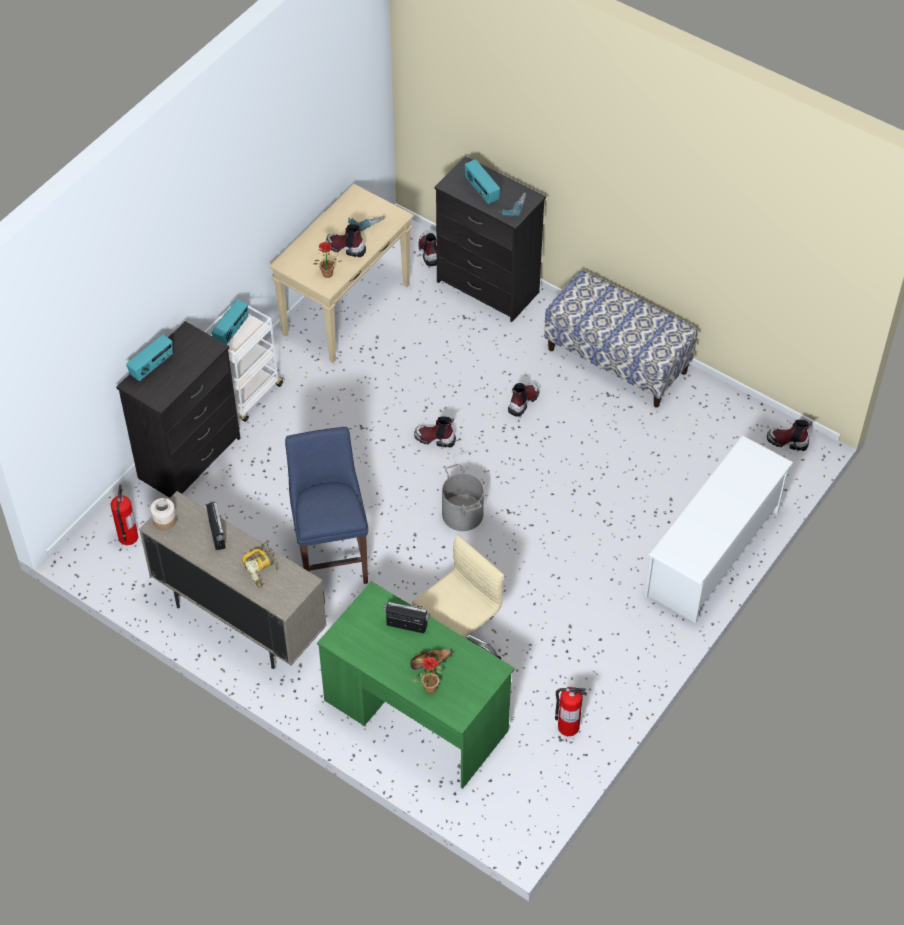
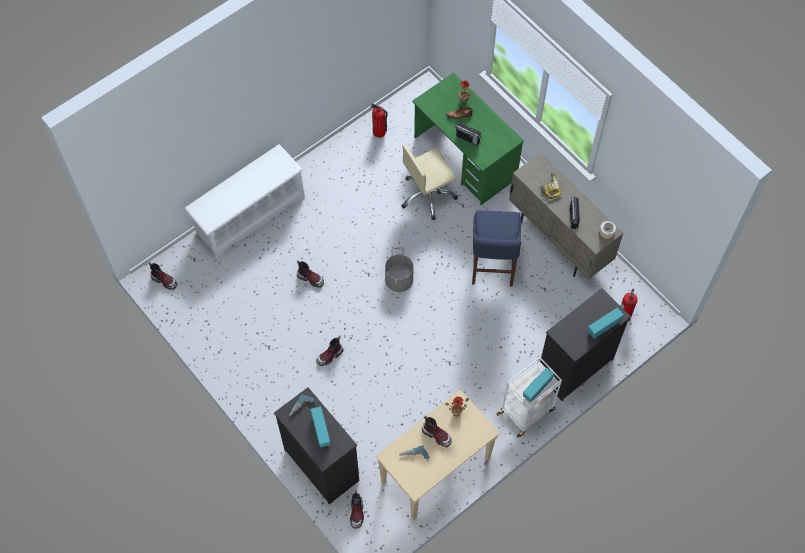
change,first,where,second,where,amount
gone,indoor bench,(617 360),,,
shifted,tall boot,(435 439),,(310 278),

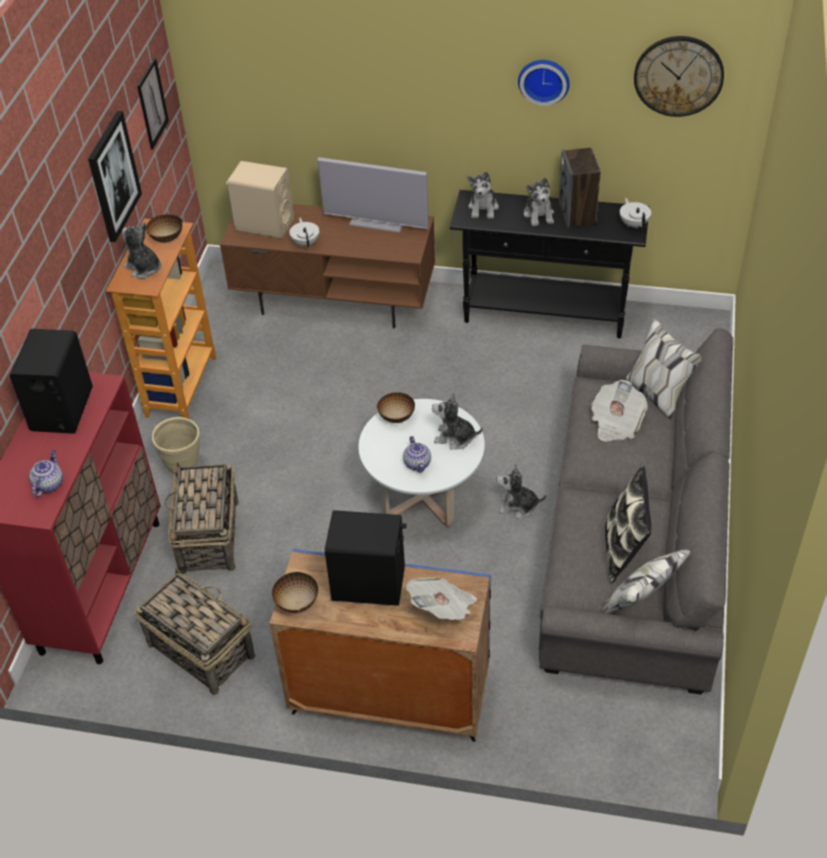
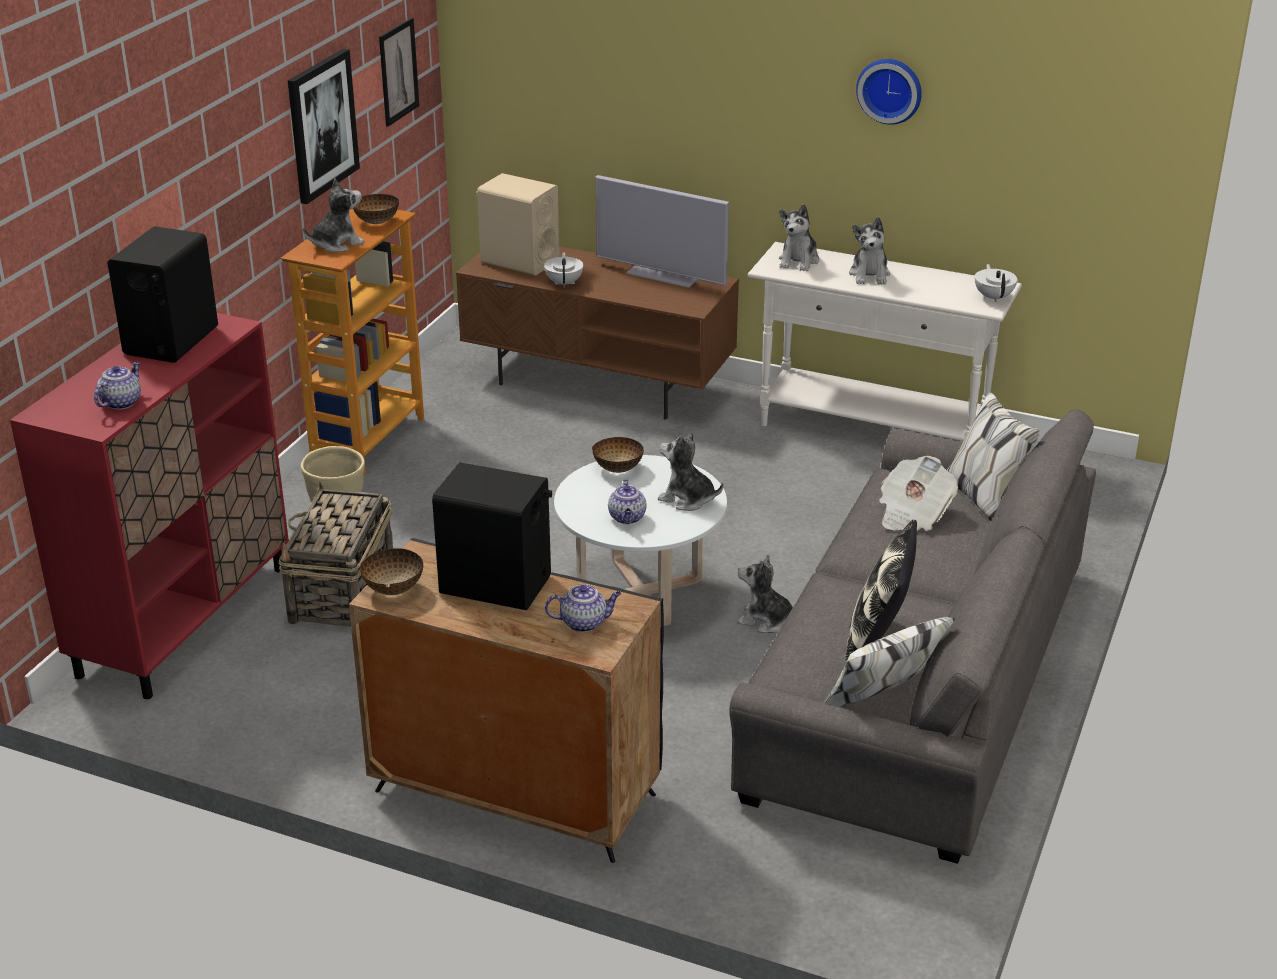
change,first,where,second,where,amount
gone,household basket,(200 649),,,
gone,audio speaker,(577 214),,,
gone,hanging clock,(678 75),,,
swapped,daily paper,(443 608),teapot,(584 622),
repainted,bluish cupboard,(388 695),black-coloured cupboard,(513 792),
repainted,black-coloured hall table,(545 314),whitish hall table,(873 430),
rotated,plush toy,(144 268),,(336 244),90 degrees clockwise

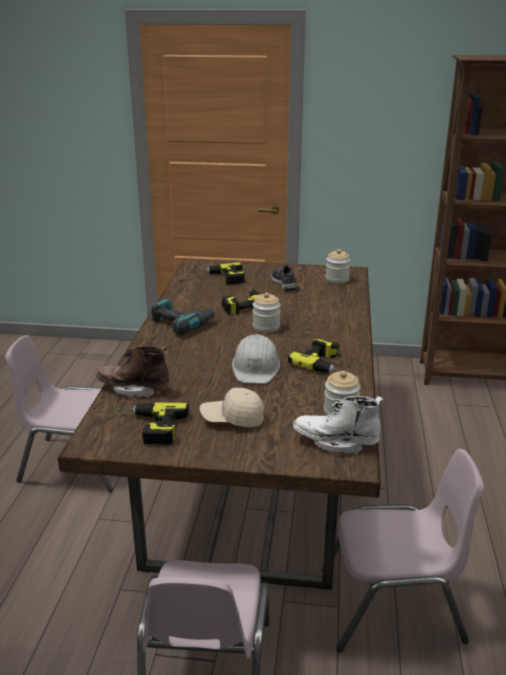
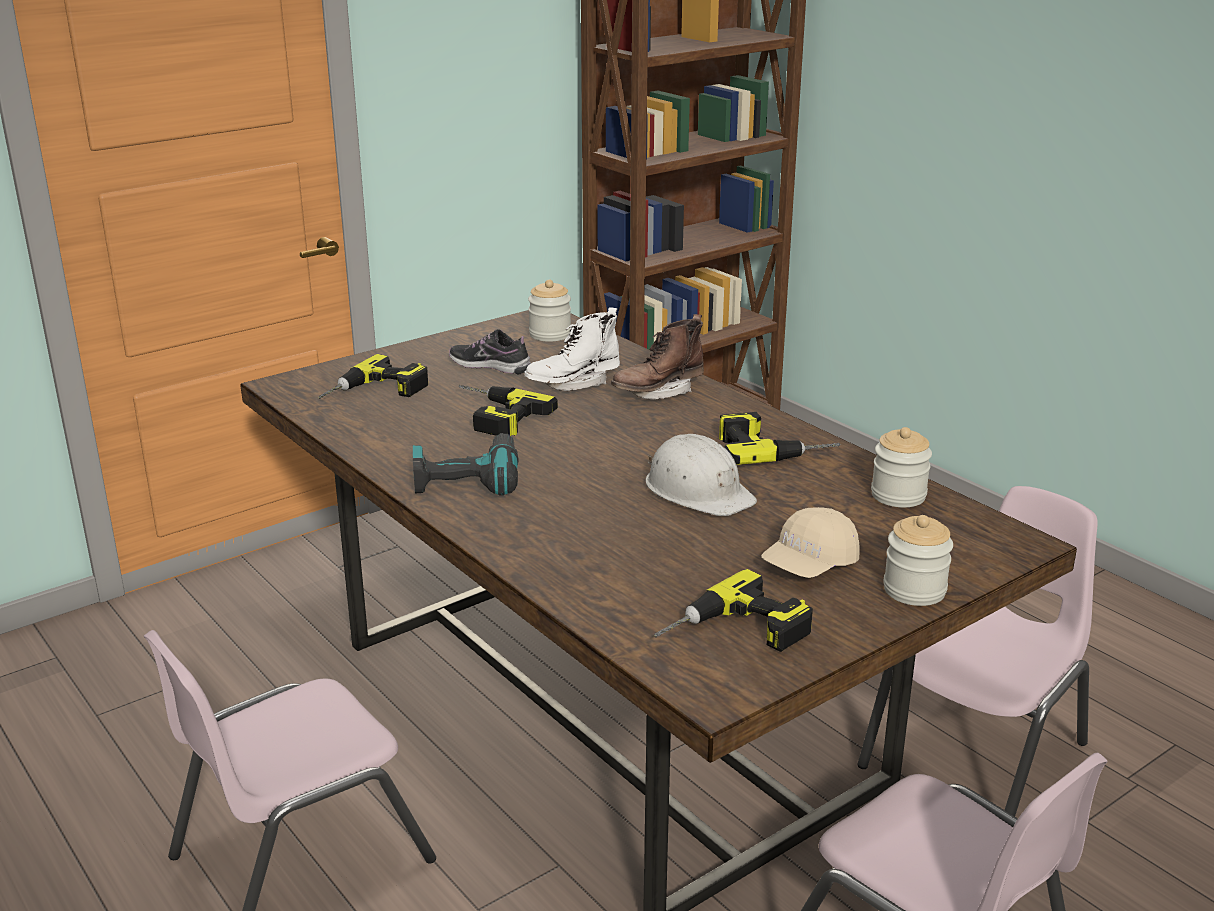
change,first,where,second,where,amount
shifted,brown-coloured tall boot,(134 389),,(658 392),
shifted,preserve jar,(266 327),,(914 590),
shifted,whitish tall boot,(336 442),,(573 383),

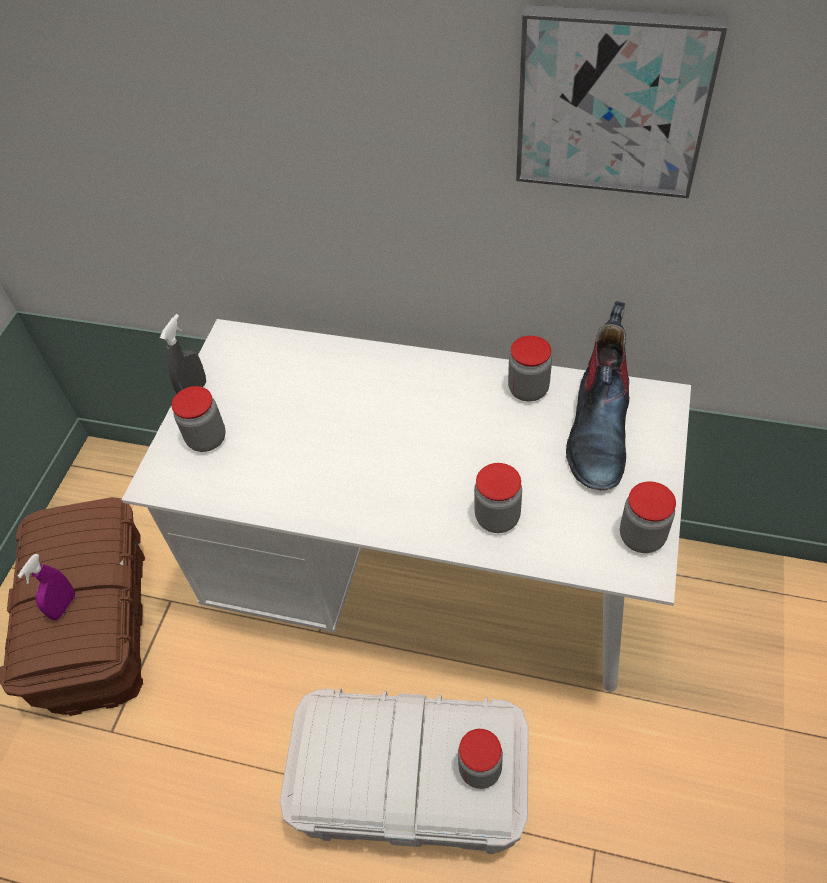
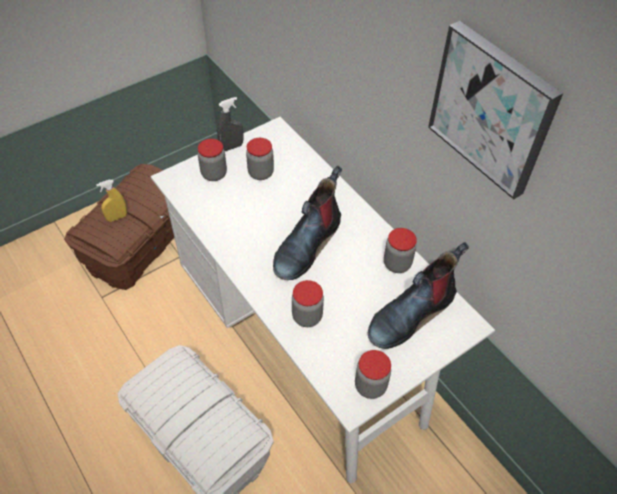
change,first,where,second,where,amount
new,,,tall boot,(307 244),
shifted,preserve jar,(480 769),,(261 173),
repainted,purplish spray bottle,(63 606),yellow-coloured spray bottle,(117 217),

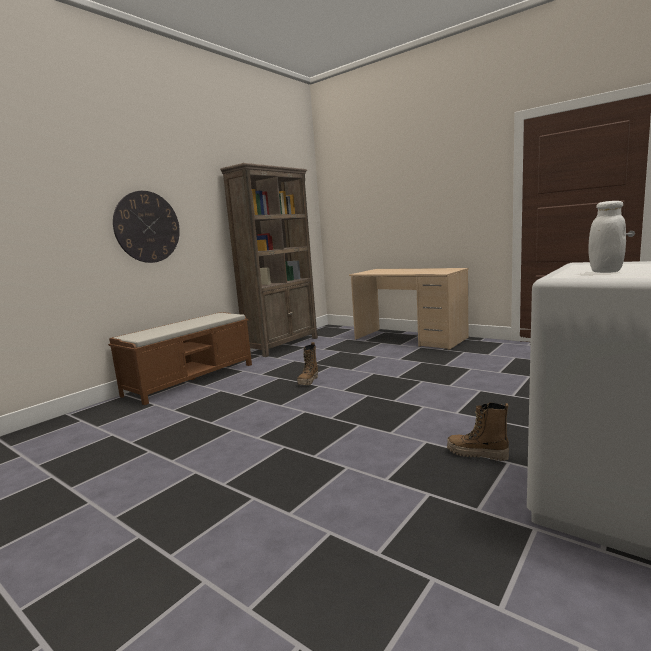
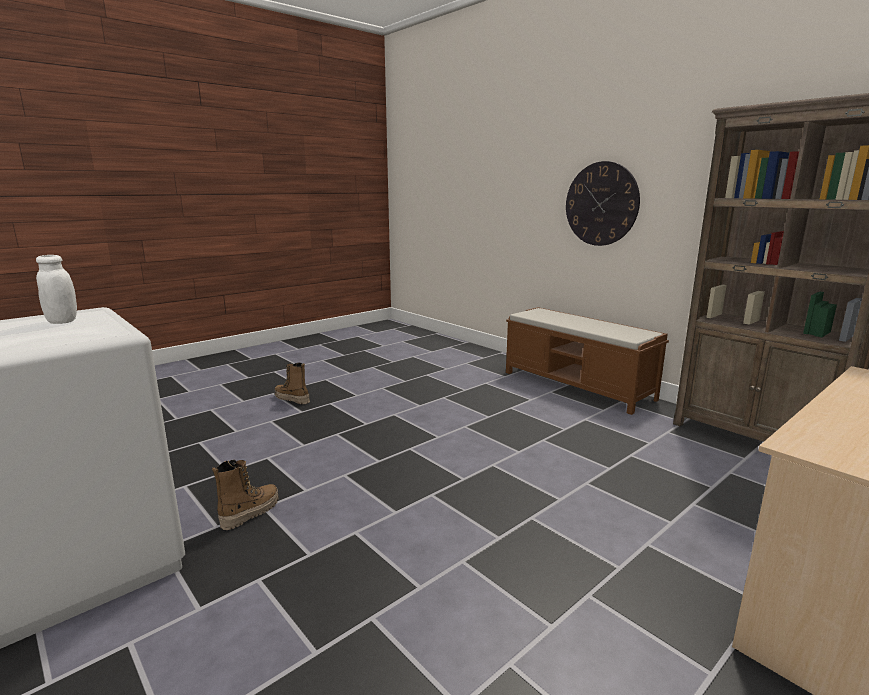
change,first,where,second,where,amount
shifted,tall boot,(308 381),,(292 399),

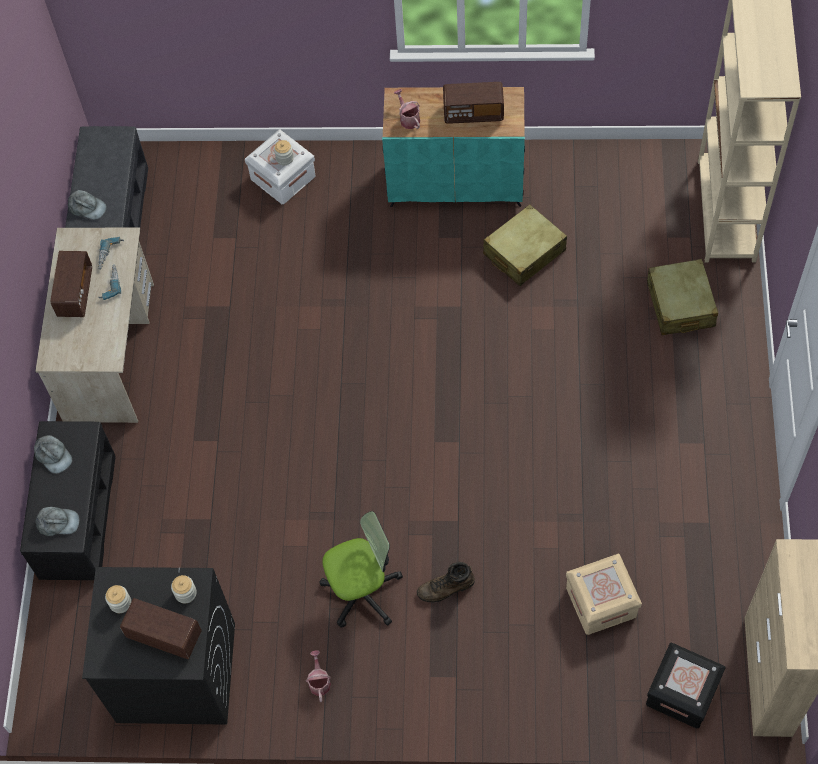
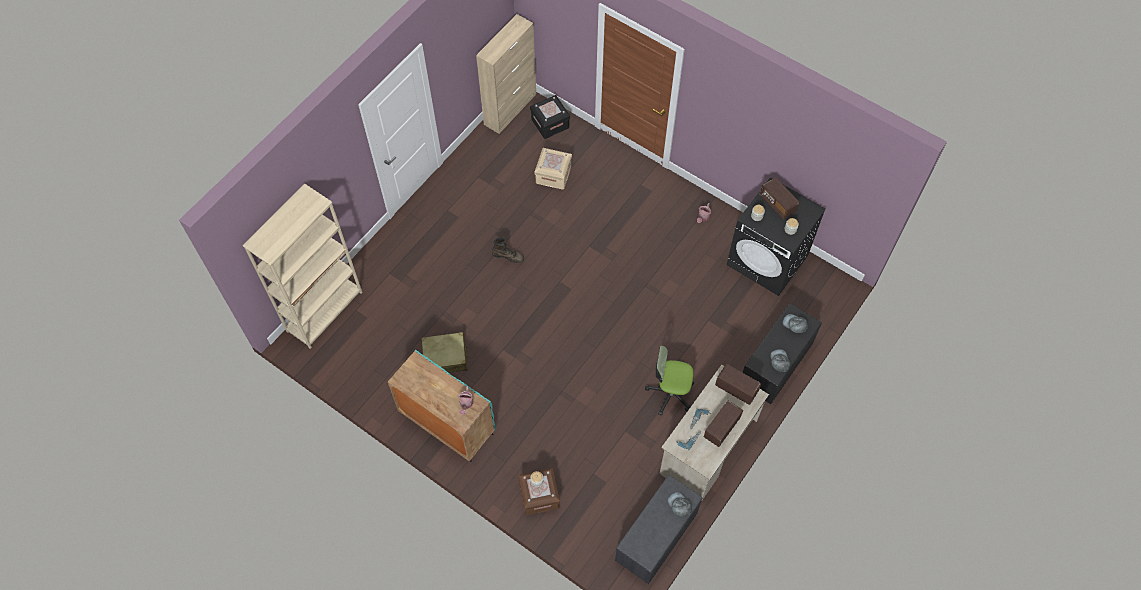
change,first,where,second,where,amount
gone,beige-coloured piece of luggage,(680 305),,,
shifted,office chair,(362 591),,(670 393),
shifted,brown-coloured tall boot,(446 589),,(508 256),
shifted,radio receiver,(473 113),,(736 389),
repainted,whitish storage bin,(283 177),brown-coloured storage bin,(539 496),

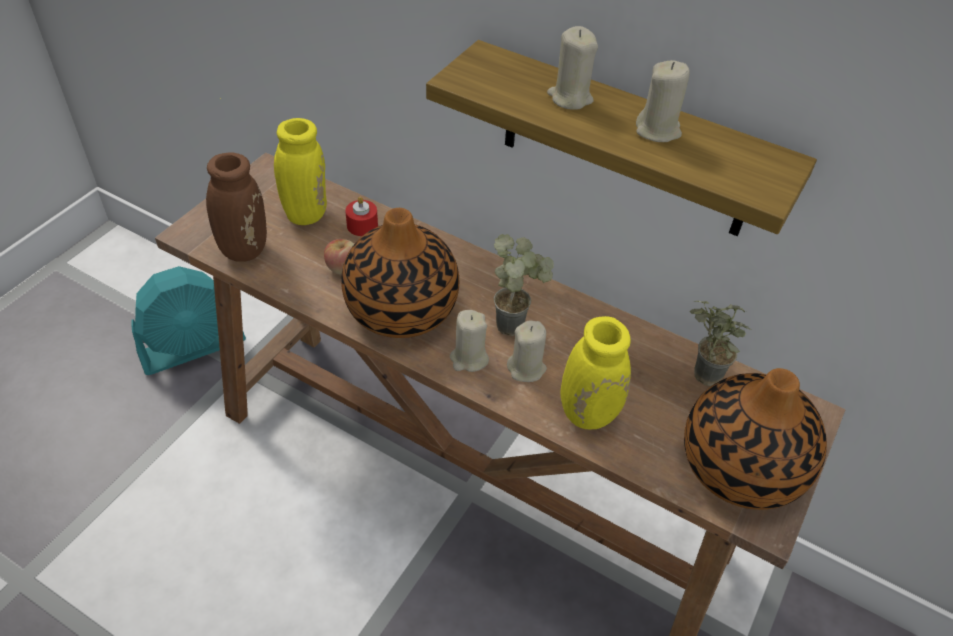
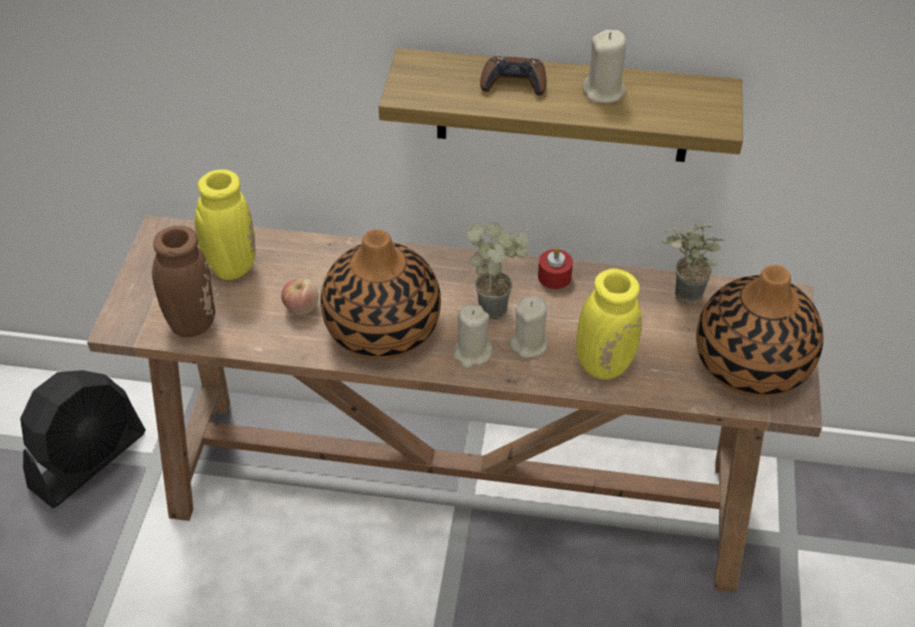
change,first,where,second,where,amount
shifted,reddish wax candle,(362 225),,(554 276),
swapped,beige-coloured wax candle,(570 97),brown-coloured joypad,(513 82),
repainted,turquoise-coloured cooling fan,(193 347),black-coloured cooling fan,(89 460),

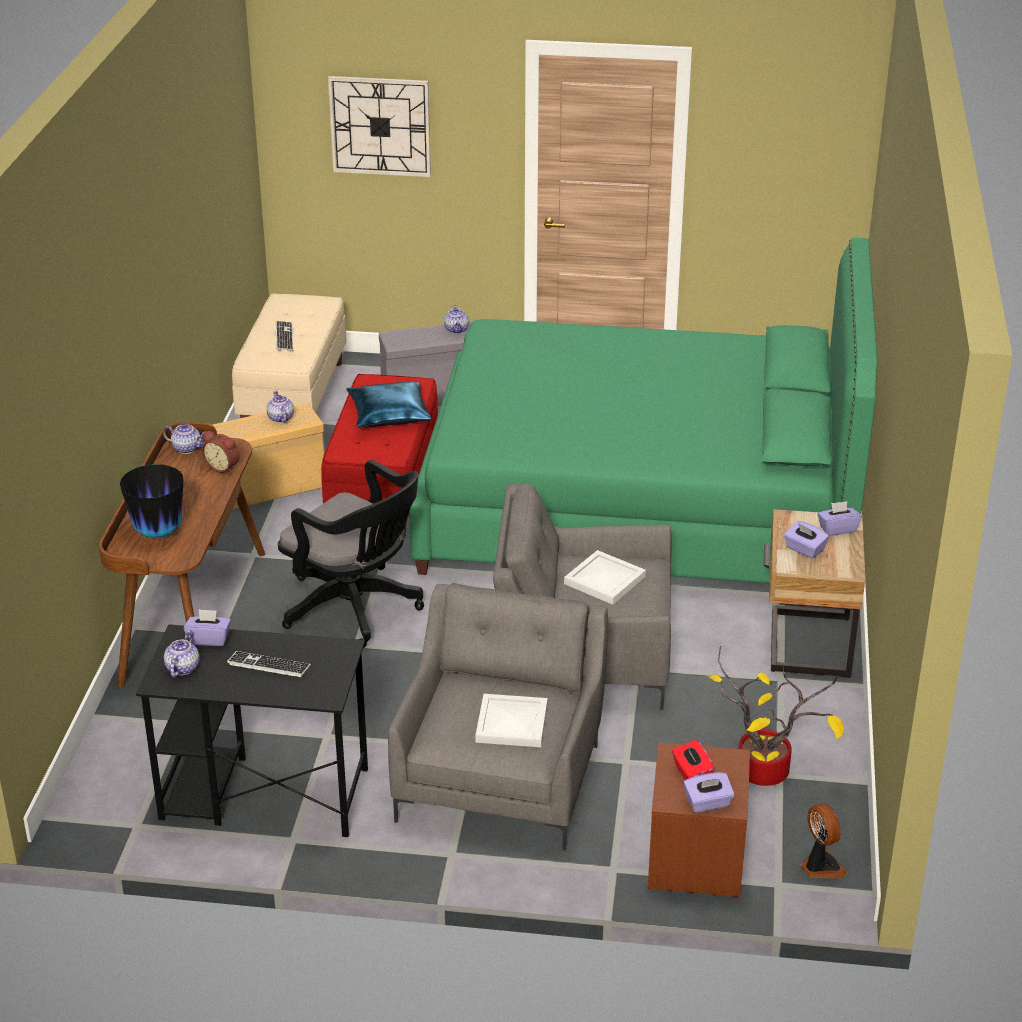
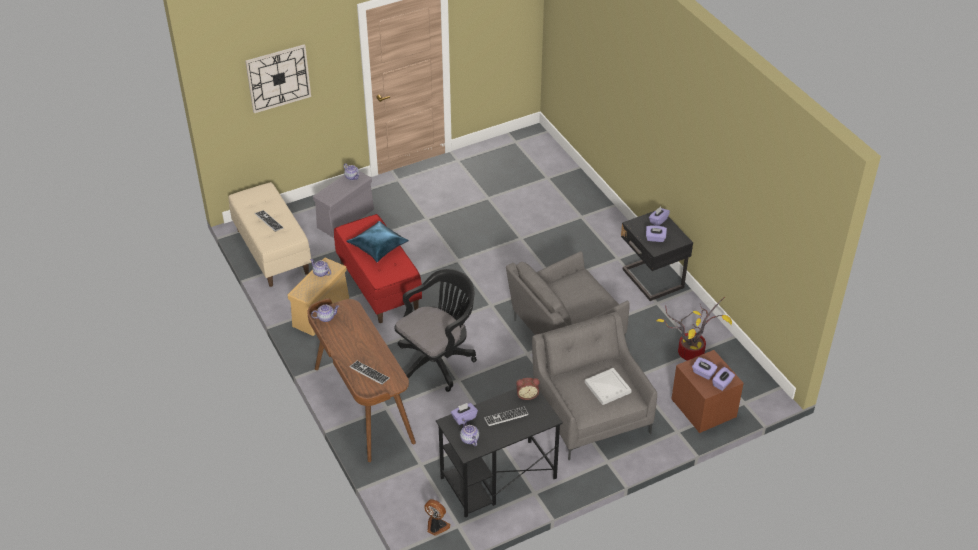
change,first,where,second,where,amount
gone,green-coloured sleeping bed,(639 506),,,
gone,whitish tray,(604 579),,,
shifted,bedside clock,(223 467),,(527 395),
shifted,cooling fan,(820 866),,(436 527),
swapped,flower vase,(158 532),computer keyboard,(369 373),
repainted,reddish tissue box,(691 774),purplish tissue box,(703 373),
repainted,beige-coloured night table,(806 645),black-coloured night table,(651 280),
rotated,black-coloured office chair,(356 609),,(438 360),45 degrees counterclockwise

